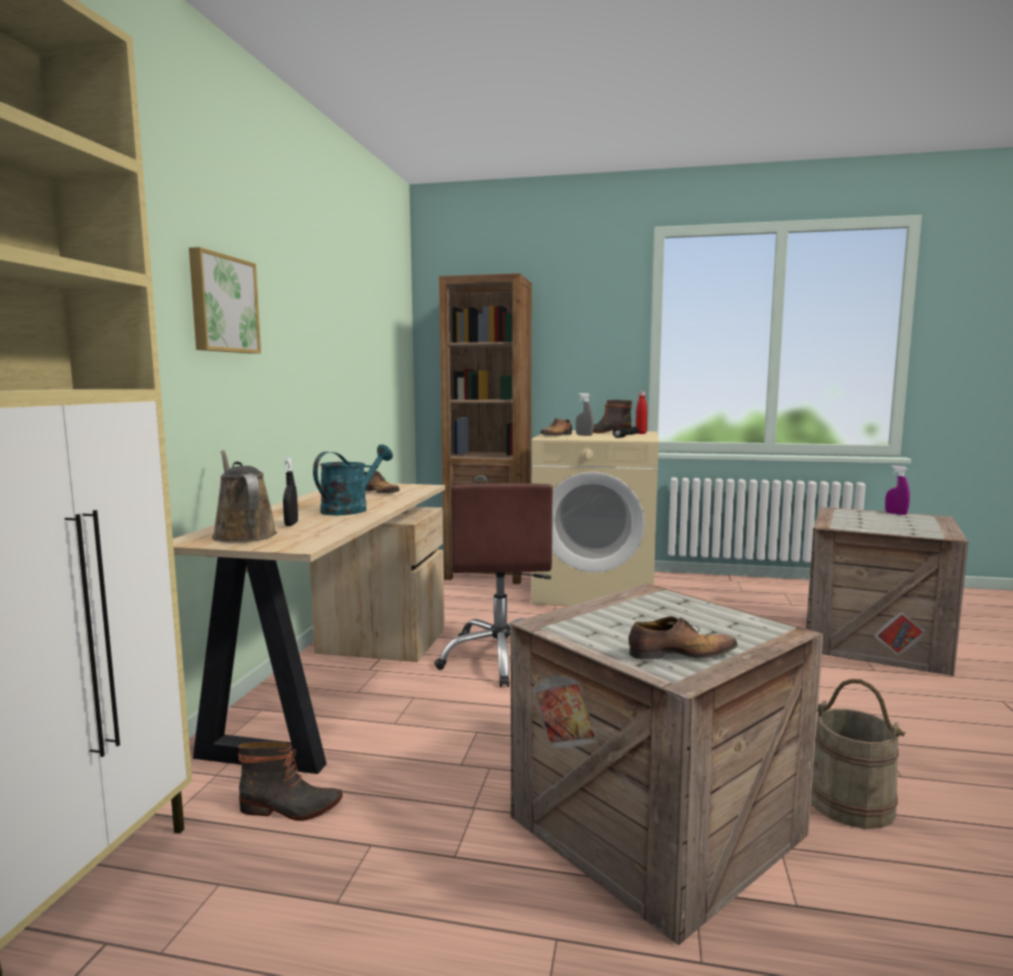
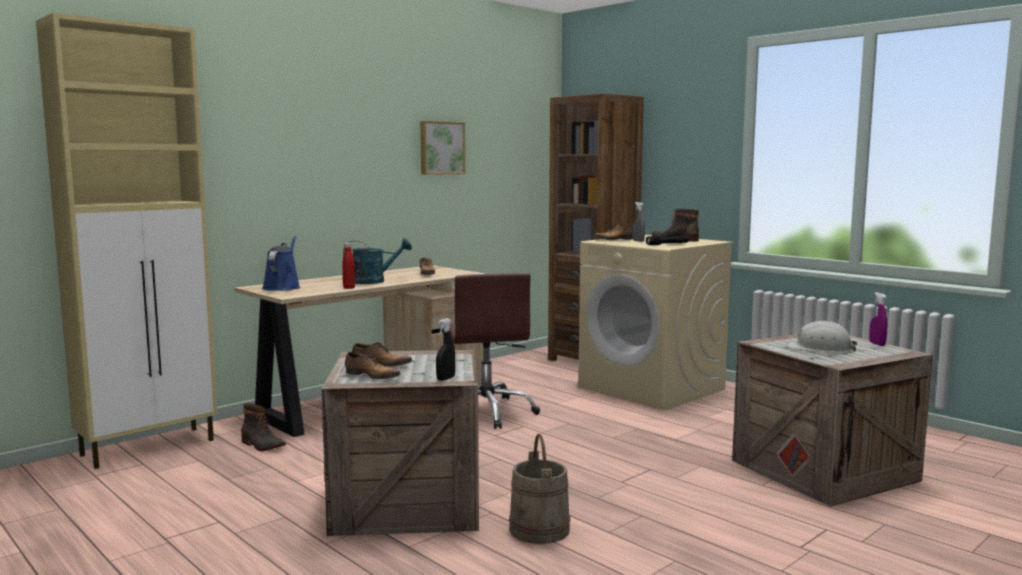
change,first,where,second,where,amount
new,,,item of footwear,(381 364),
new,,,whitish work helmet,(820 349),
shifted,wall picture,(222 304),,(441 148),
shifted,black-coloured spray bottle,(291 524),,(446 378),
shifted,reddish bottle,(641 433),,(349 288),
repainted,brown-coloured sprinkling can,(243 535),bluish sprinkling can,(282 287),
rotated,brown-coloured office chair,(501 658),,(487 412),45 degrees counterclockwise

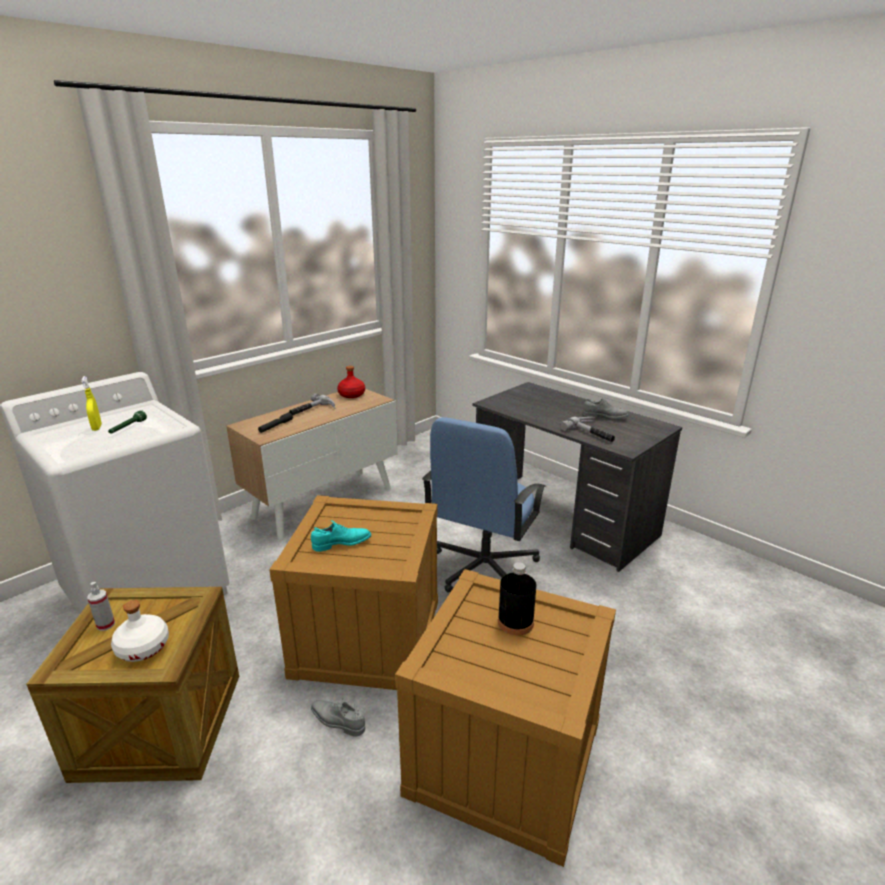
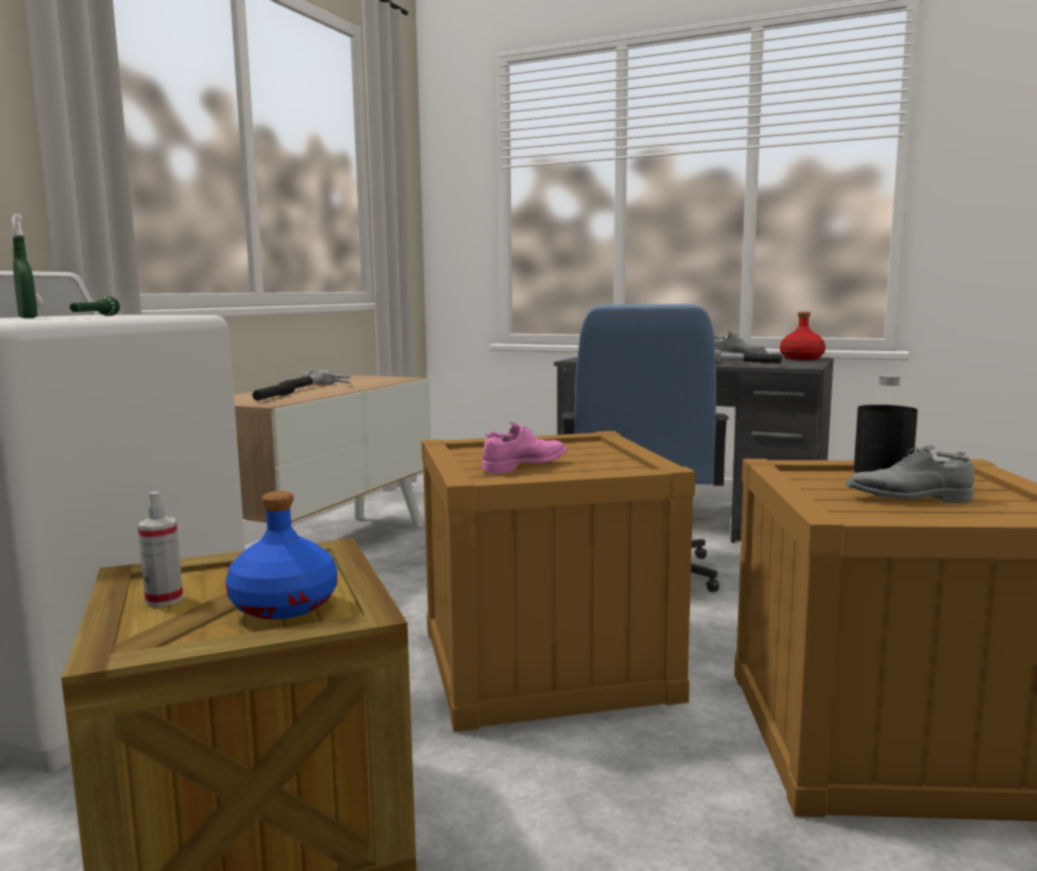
change,first,where,second,where,amount
shifted,greyish item of footwear,(337 721),,(908 499),
shifted,reddish bottle,(351 395),,(802 358),
repainted,yellow-coloured spray bottle,(97 427),green-coloured spray bottle,(28 318),
repainted,whitish bottle,(143 648),bluish bottle,(285 605),
repainted,turquoise-coloured item of footwear,(342 544),pinkish item of footwear,(525 466),

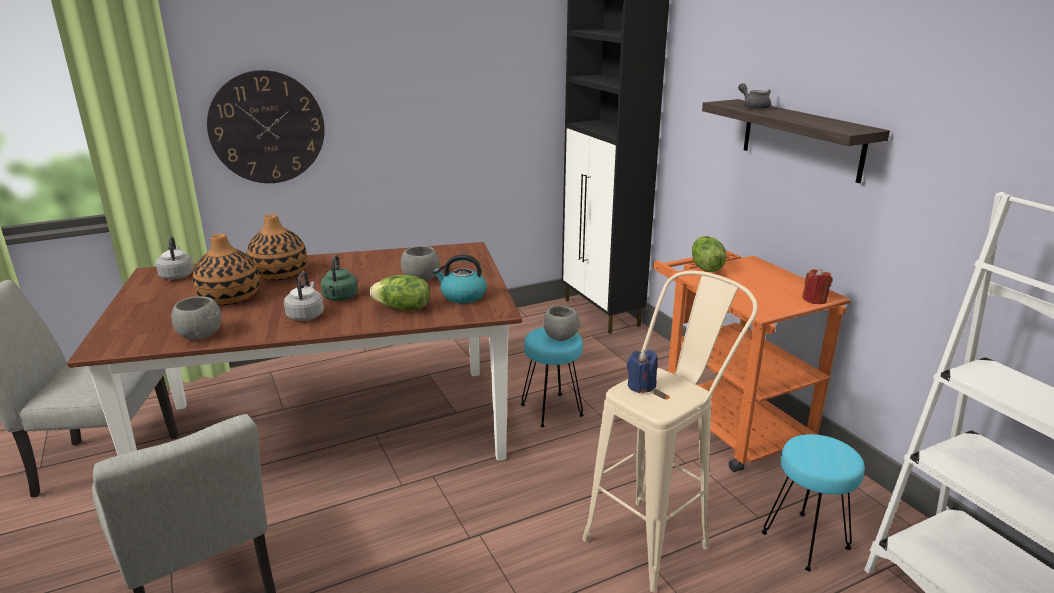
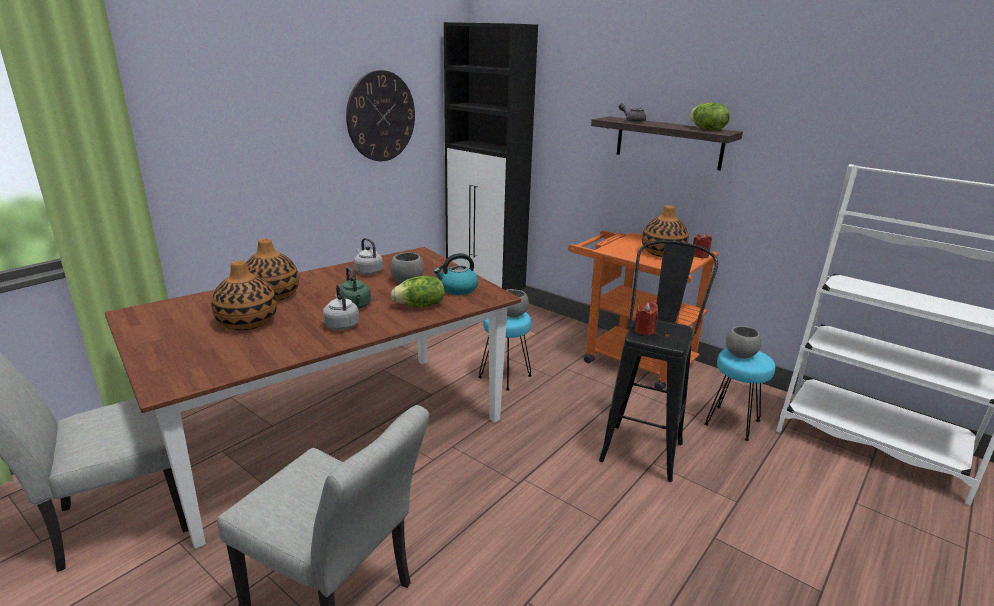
change,first,where,second,where,amount
new,,,flower vase,(662 253),
shifted,greyish water kettle,(177 275),,(368 272),
shifted,greyish bowl,(200 335),,(740 354),
shifted,hanging clock,(267 127),,(381 116),
shifted,lettuce head,(705 267),,(706 129),
repainted,beige-coloured stool seat,(657 535),black-coloured stool seat,(644 444),
repainted,bluish wax candle,(641 386),reddish wax candle,(644 330),

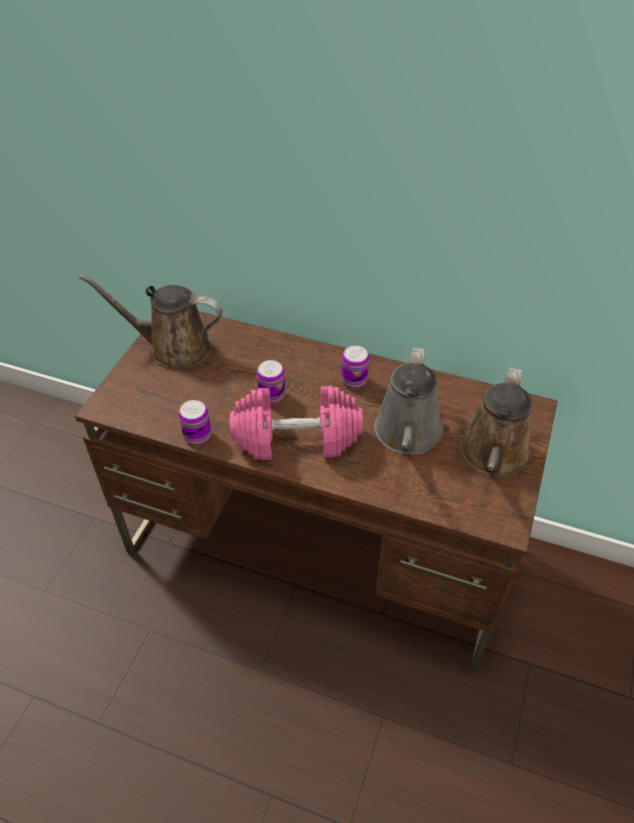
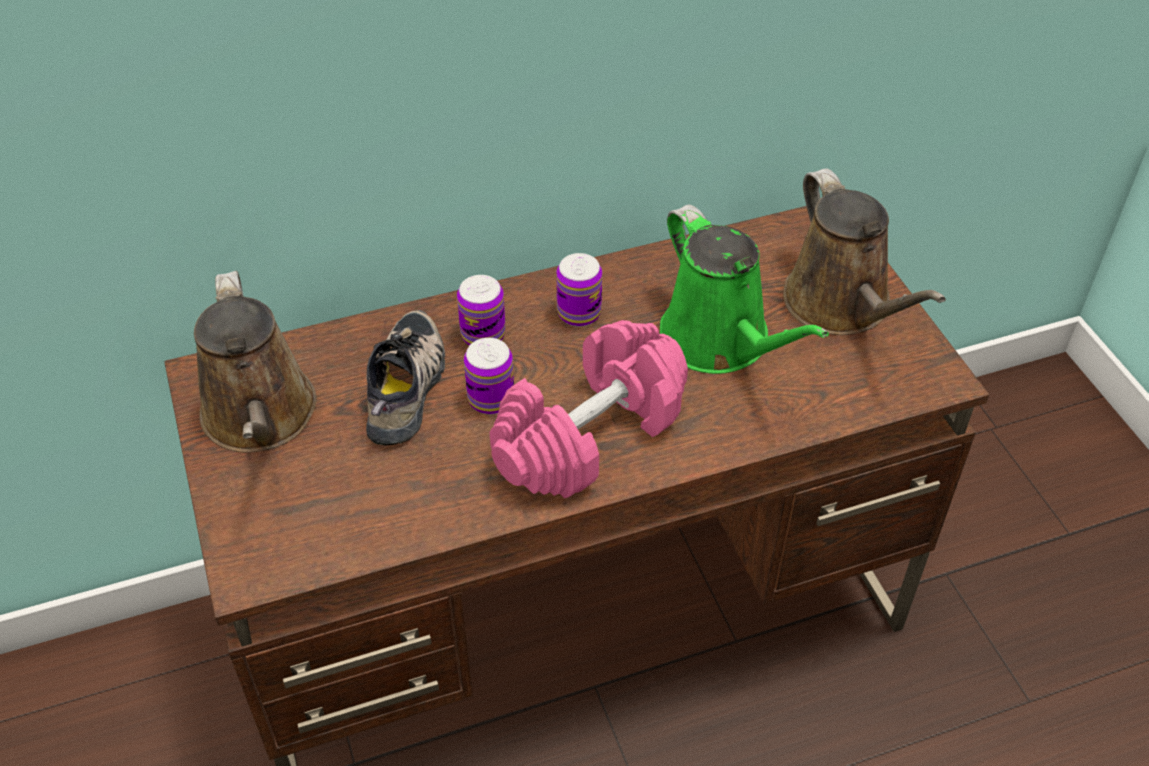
change,first,where,second,where,amount
new,,,item of footwear,(408 387),
shifted,metal can,(197 436),,(483 335),
repainted,greyish sprinkling can,(407 435),green-coloured sprinkling can,(721 342),
rotated,brown-coloured sprinkling can,(173 347),,(260 418),75 degrees counterclockwise

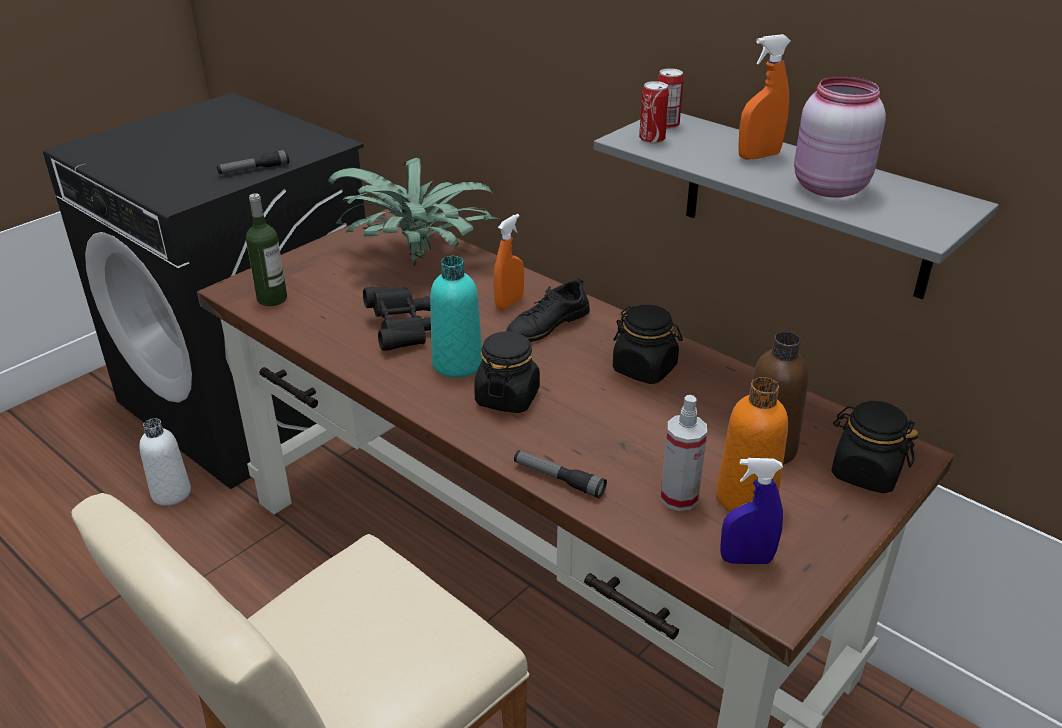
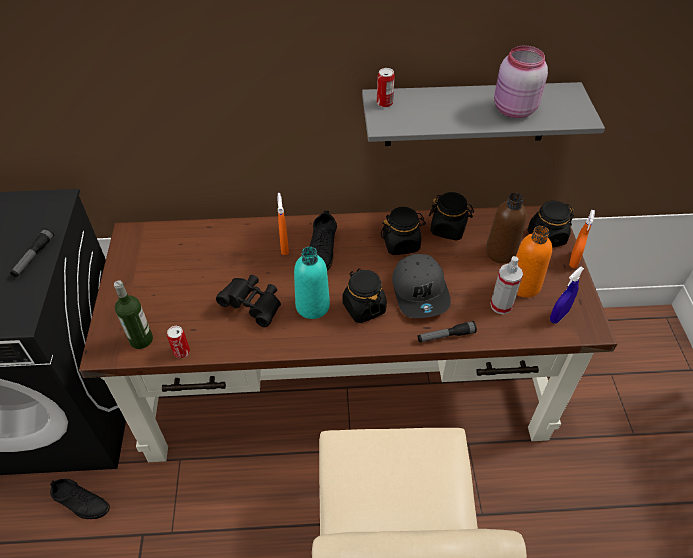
change,first,where,second,where,amount
gone,houseplant,(419 261),,,
new,,,greyish peaked cap,(420 292),
new,,,black-coloured preserve jar,(448 229),
shifted,metal can,(652 139),,(181 352),
shifted,orangey spray bottle,(758 156),,(574 260),
swapped,whitish bottle,(171 493),black-coloured item of footwear,(80 502),

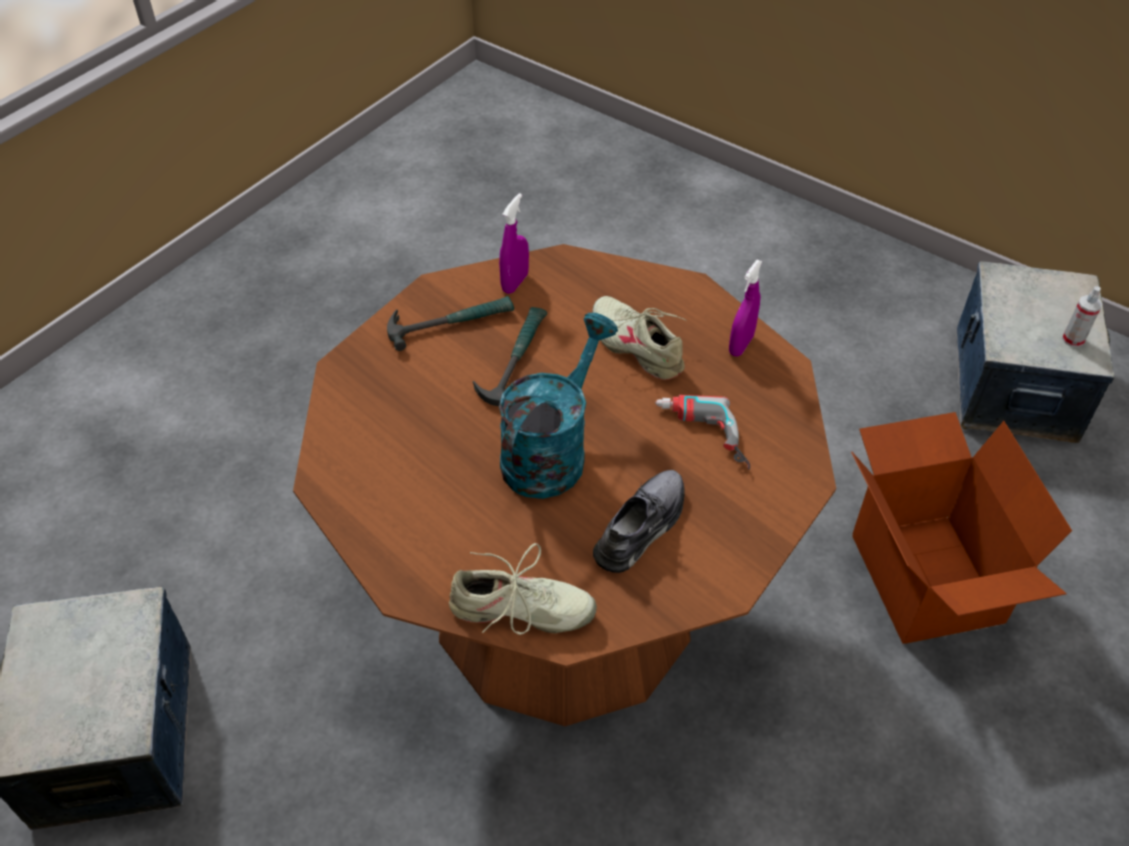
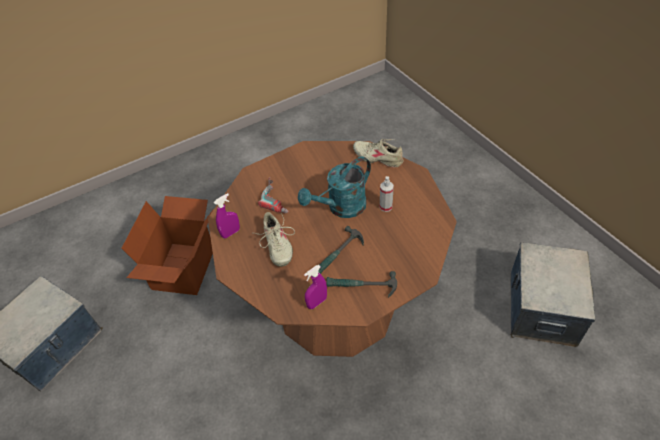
change,first,where,second,where,amount
gone,greyish item of footwear,(641 526),,,
shifted,spray bottle,(1073 339),,(385 207),

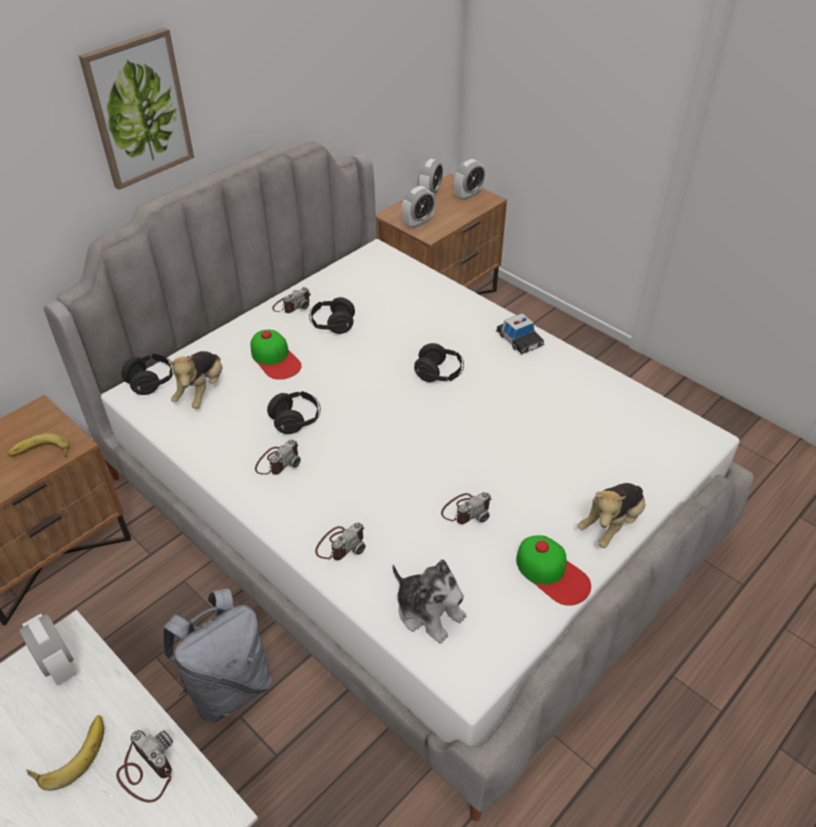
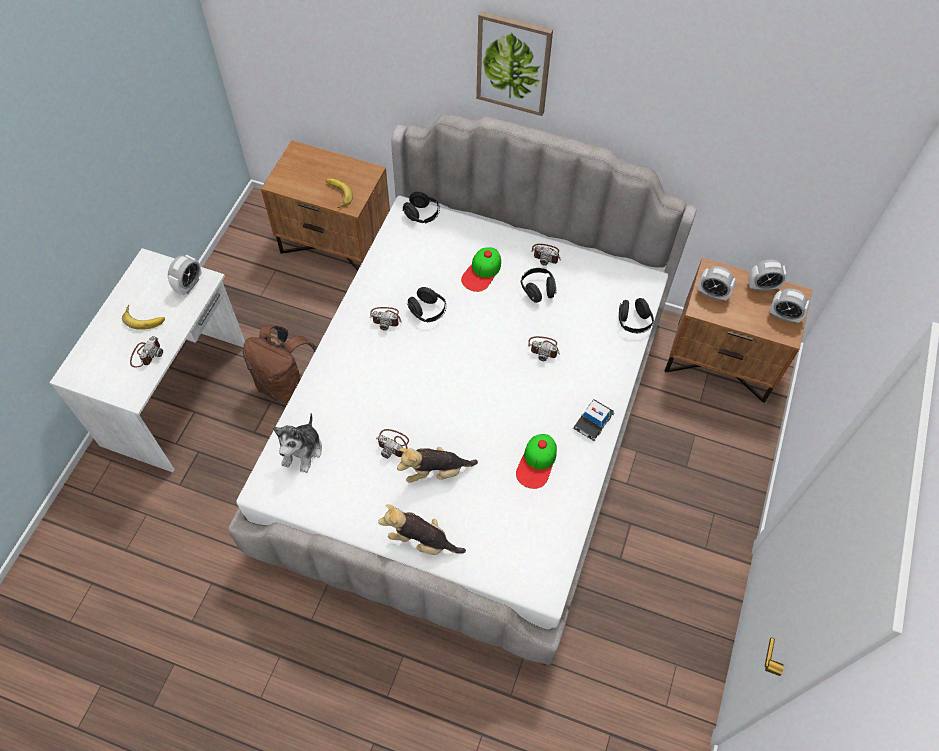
change,first,where,second,where,amount
shifted,plush toy,(201 391),,(435 471),
shifted,photo camera,(341 544),,(544 348),
shifted,black-coloured headset,(439 374),,(633 322),
shifted,peaked cap,(552 573),,(537 462),
repainted,greyish rucksack,(228 686),brown-coloured rucksack,(287 385),

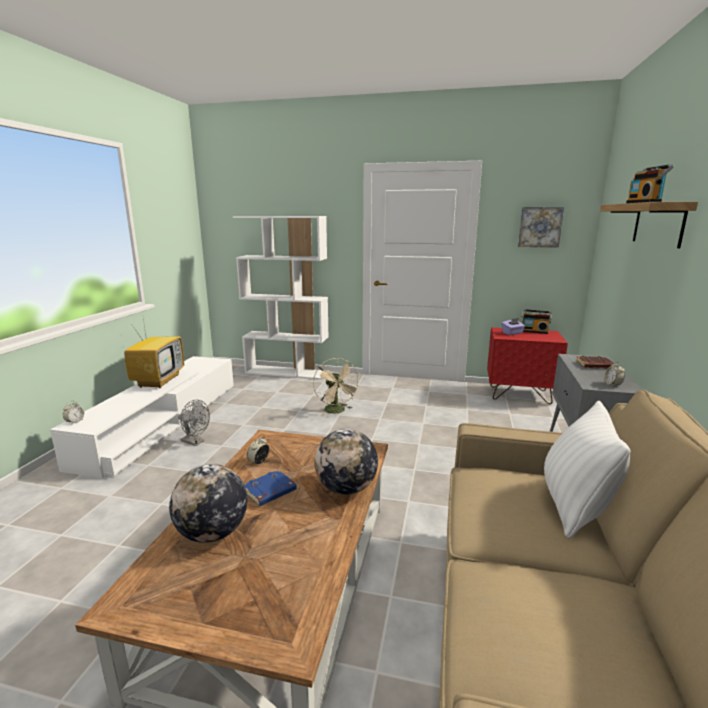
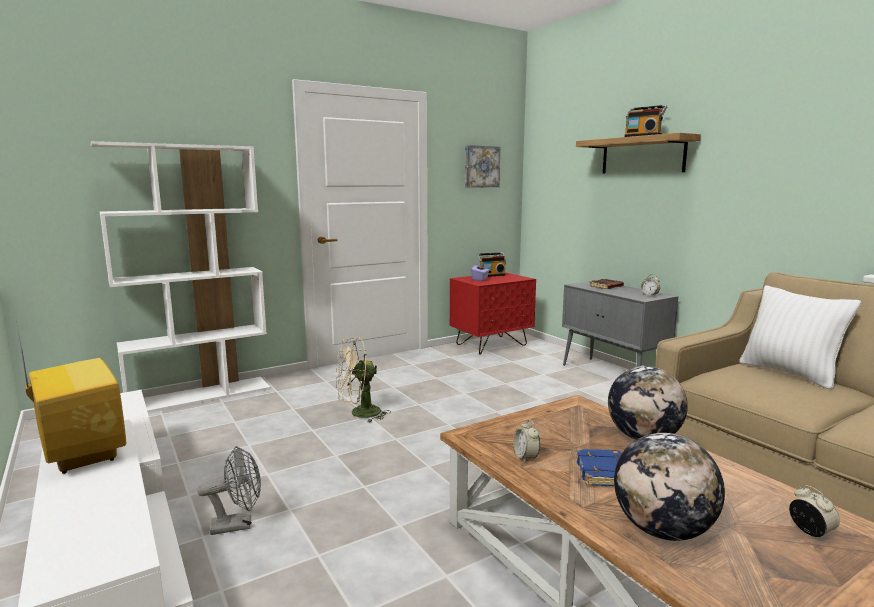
change,first,where,second,where,amount
shifted,bedside clock,(75 422),,(810 532),
rotated,beige-coloured cooling fan,(337 411),,(359 414),135 degrees clockwise

